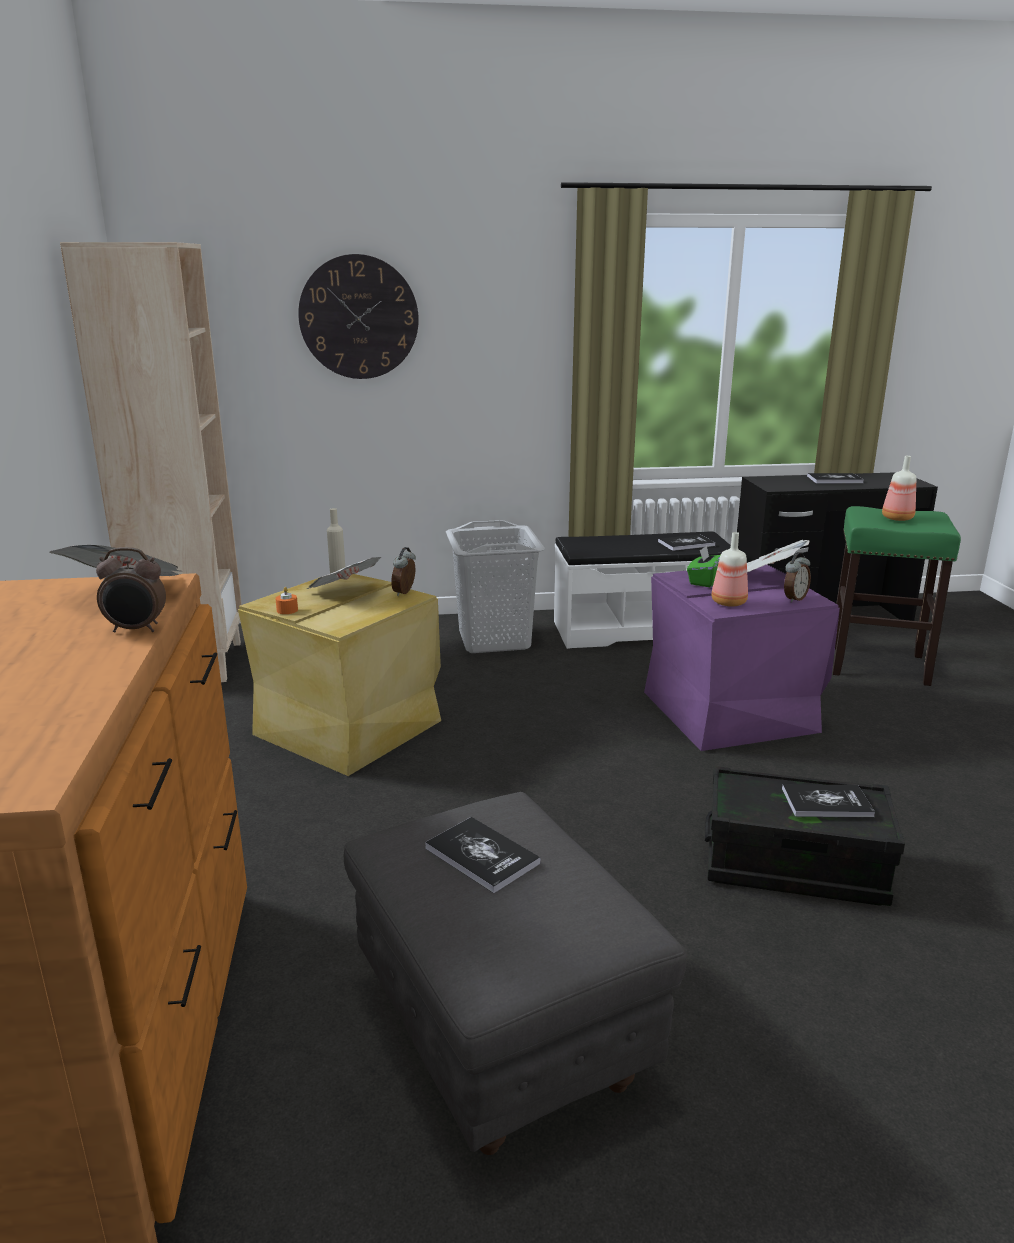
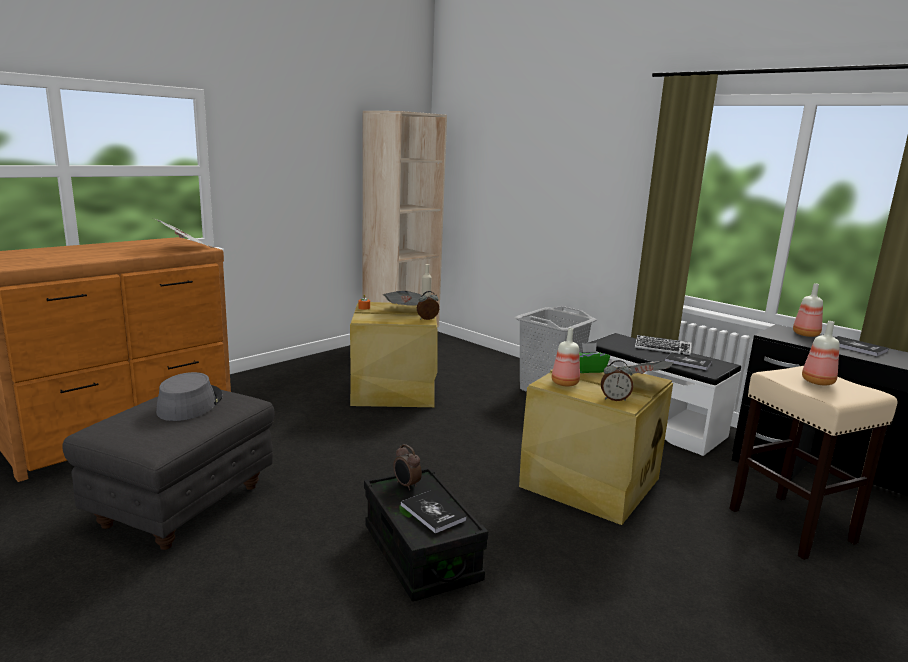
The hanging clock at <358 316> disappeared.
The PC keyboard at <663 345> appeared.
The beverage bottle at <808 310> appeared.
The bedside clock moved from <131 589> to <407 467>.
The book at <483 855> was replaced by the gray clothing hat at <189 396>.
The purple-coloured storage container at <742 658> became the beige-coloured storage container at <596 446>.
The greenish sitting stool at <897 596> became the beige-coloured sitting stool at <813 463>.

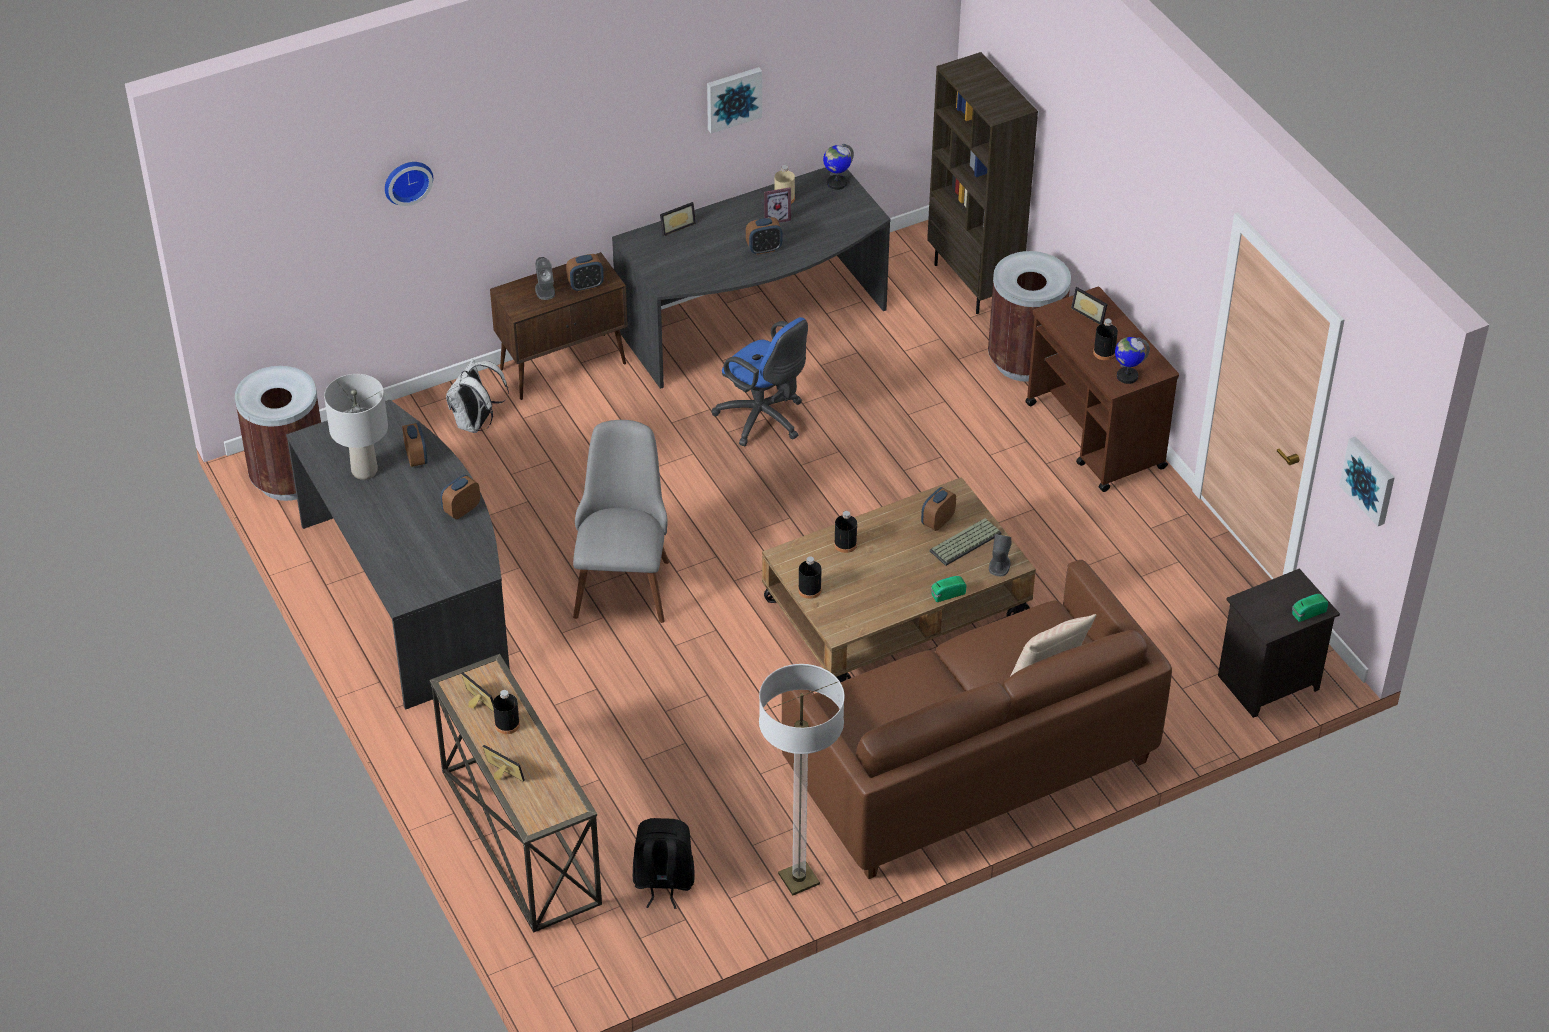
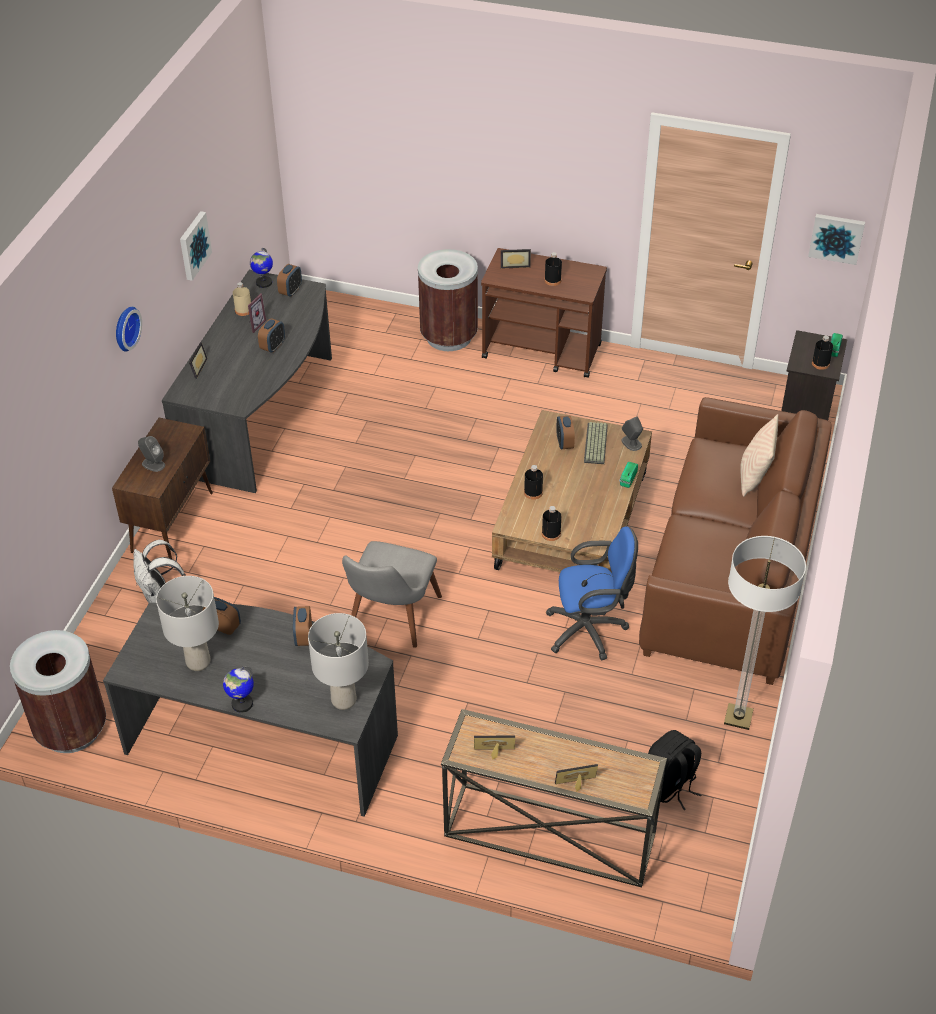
The brown-coloured shelving unit at <982 183> disappeared.
The gray tabletop lamp at <338 661> appeared.
The hanging clock moved from <409 184> to <129 329>.
The black beverage bottle moved from <506 712> to <822 352>.
The bedside clock moved from <585 273> to <289 280>.
The bluish office chair moved from <759 381> to <592 593>.
The world globe moved from <1132 360> to <238 689>.
The gray plain chair at <621 521> turned 120 degrees counterclockwise.

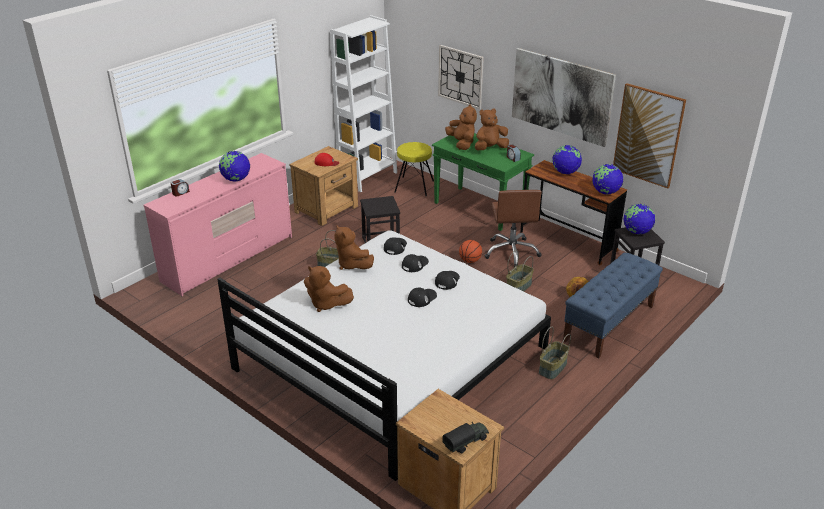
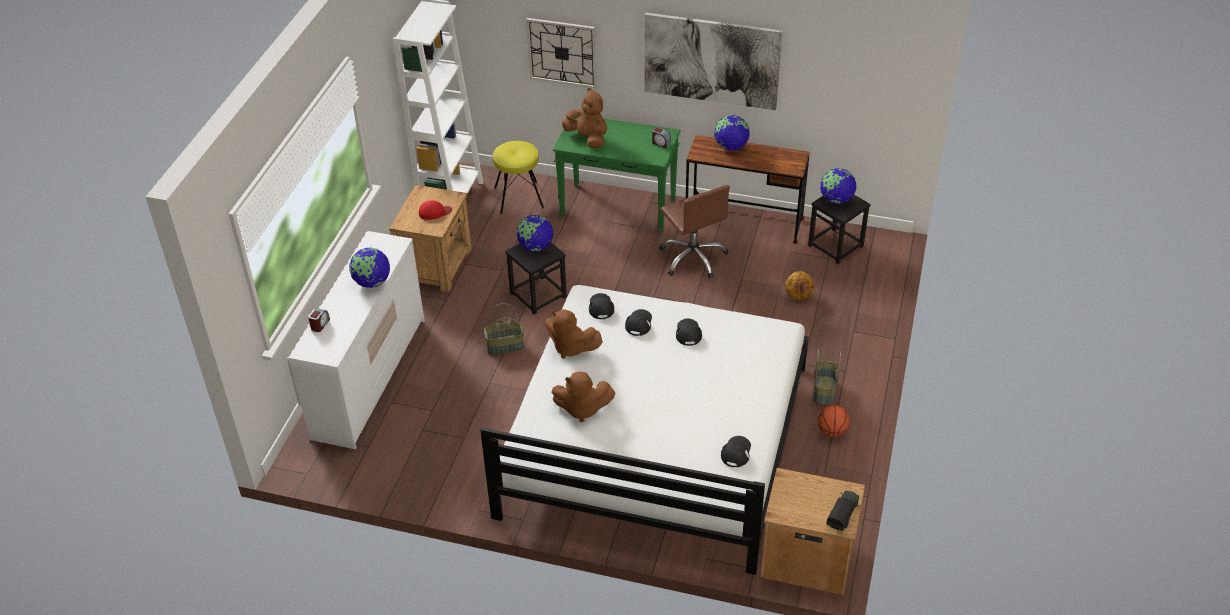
The brown-coloured cuddly toy at <492 129> disappeared.
The storage basket at <520 270> disappeared.
The bluish long seat at <613 305> disappeared.
The picture at <649 135> disappeared.
The black peaked cap moved from <422 297> to <736 451>.
The basketball moved from <470 251> to <834 421>.
The world globe moved from <607 179> to <535 233>.
The pinkish dresser at <218 224> became the white dresser at <357 340>.

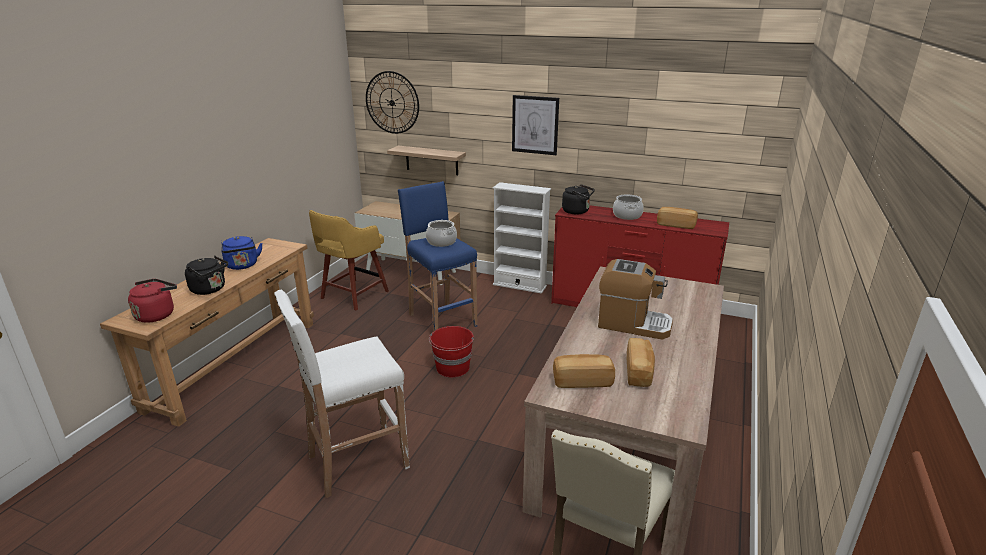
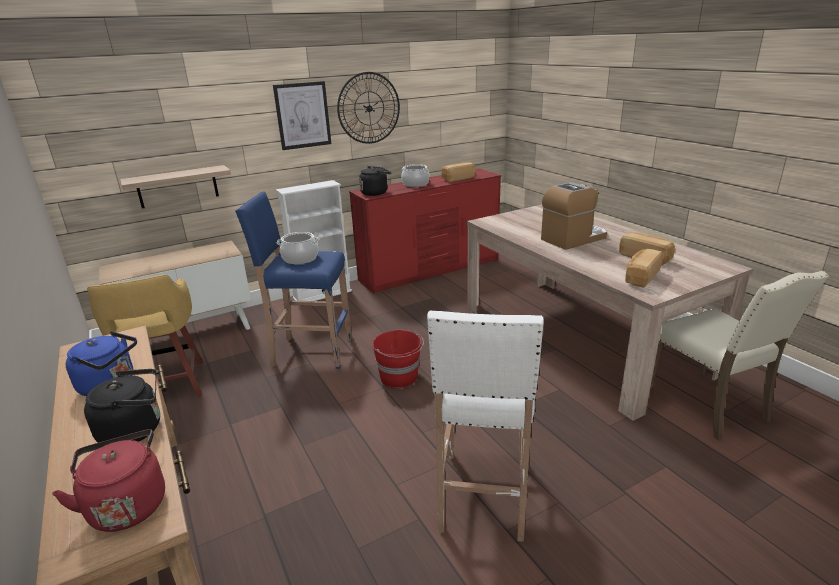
The hanging clock moved from <392 102> to <368 108>.

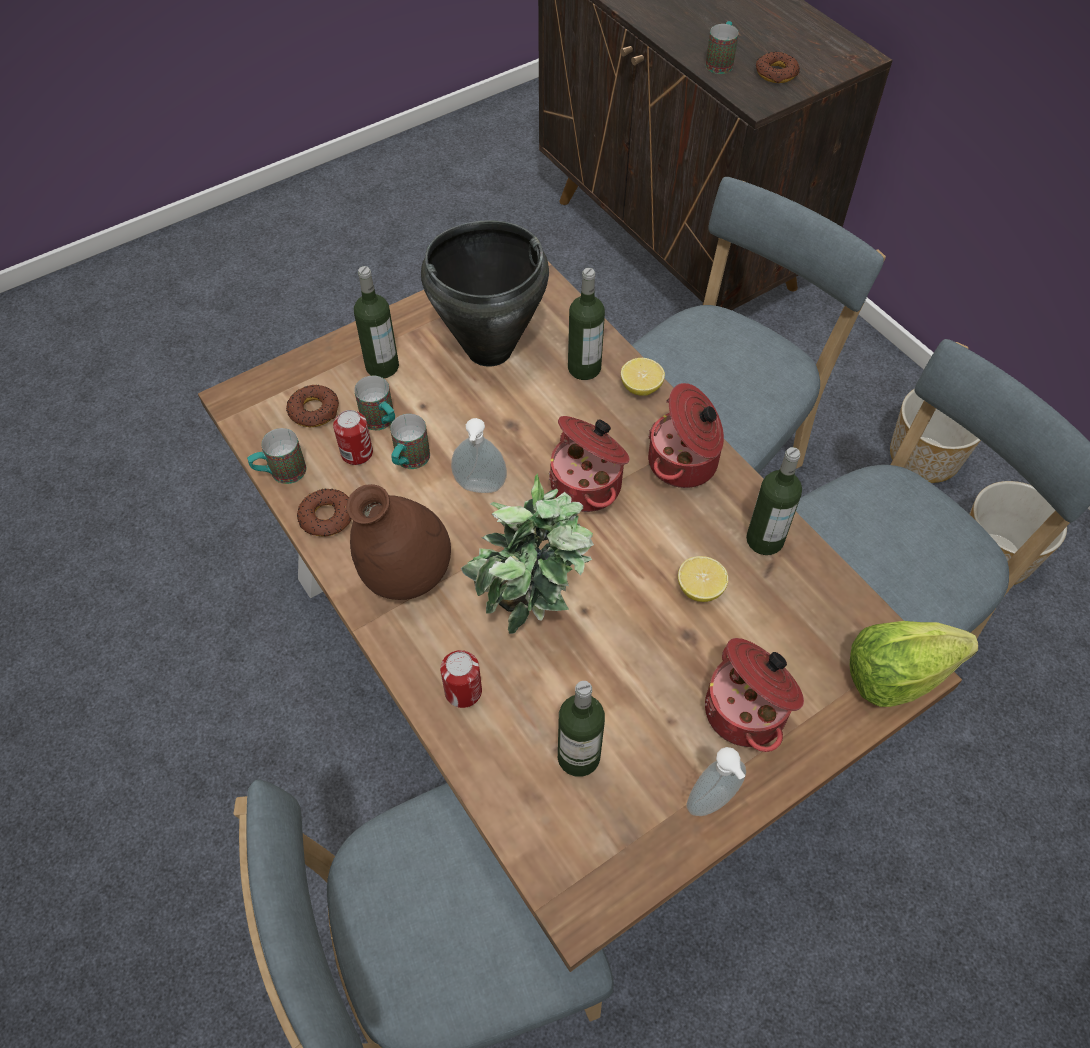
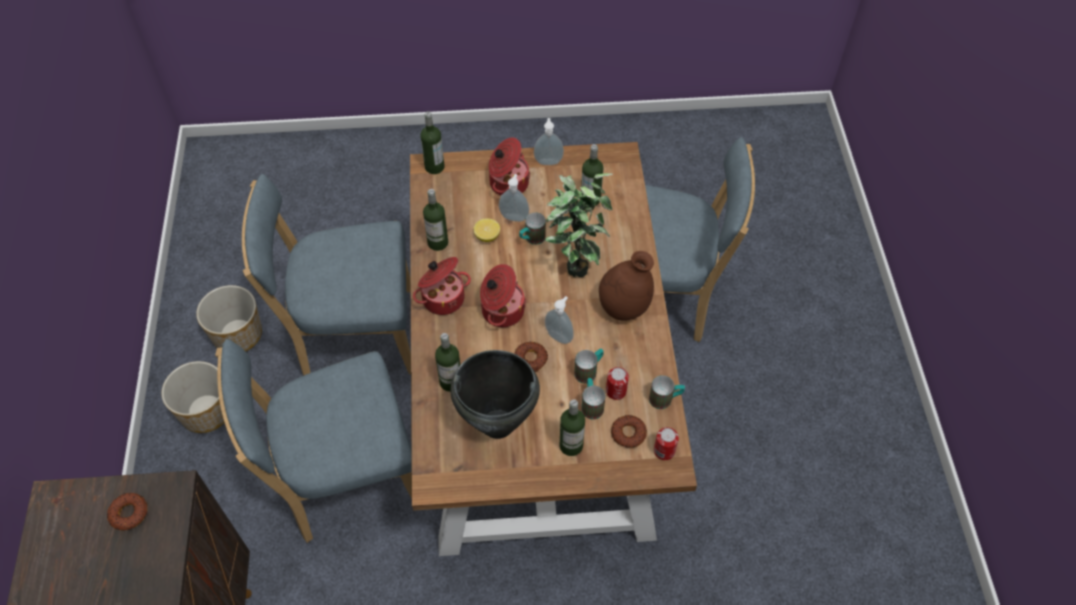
The whole lemon at <643 377> disappeared.
The liquid soap bottle at <514 198> appeared.
The ring doughnut moved from <324 512> to <531 357>.
The can moved from <461 679> to <666 443>.
The tea mug moved from <722 47> to <532 229>.
The lettuce at <914 664> was replaced by the beverage bottle at <432 142>.

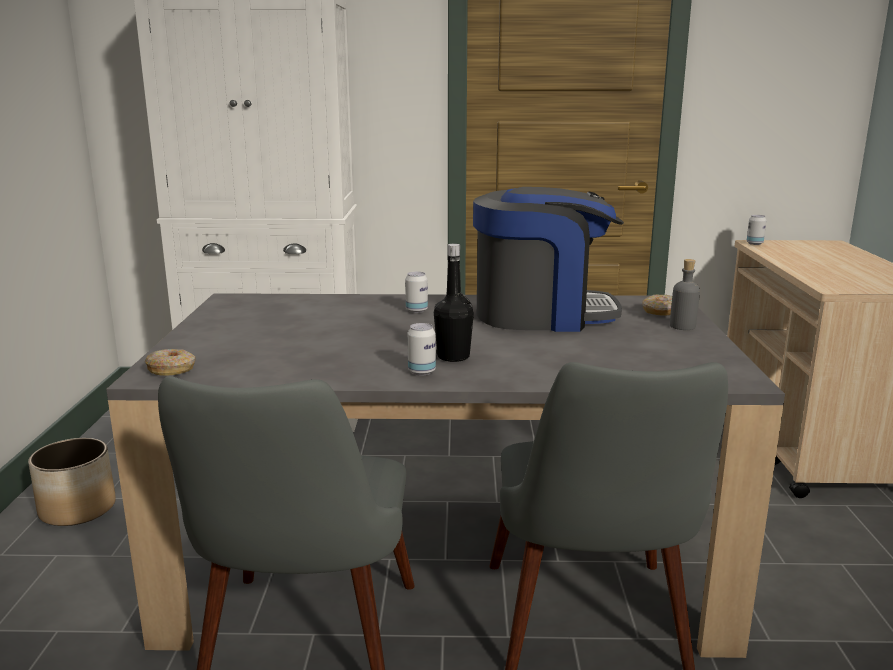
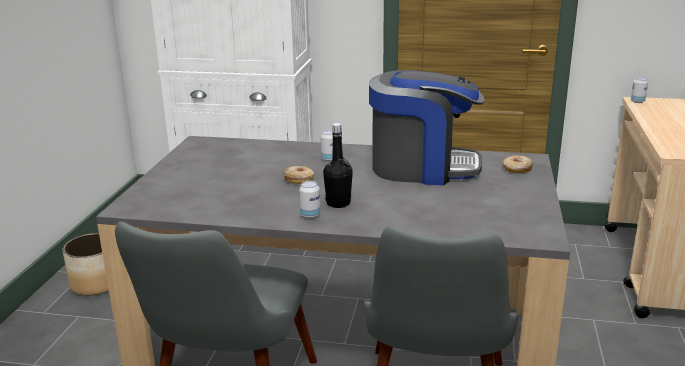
The gray beverage bottle at <685 294> disappeared.
The ring doughnut moved from <170 362> to <298 175>.

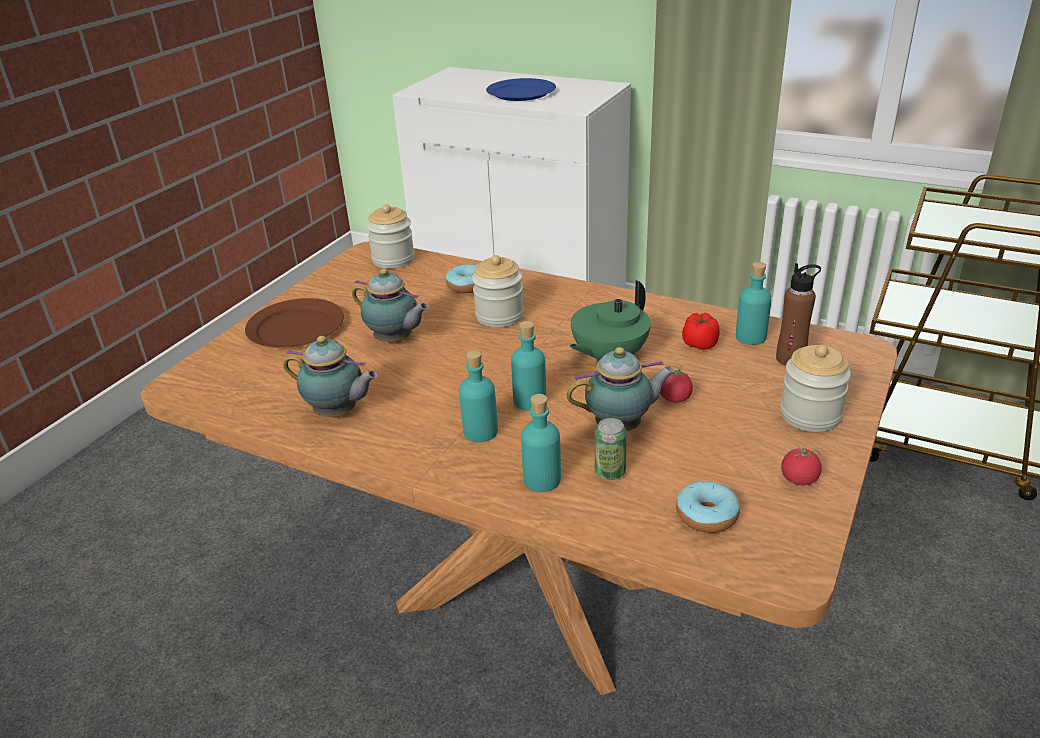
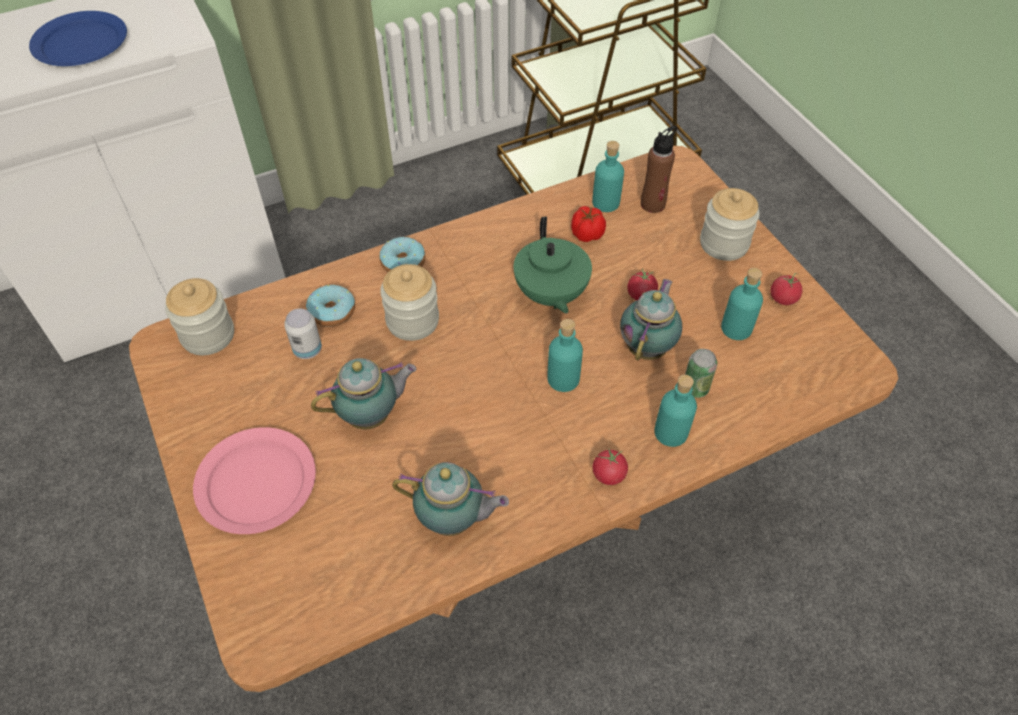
The can at <303 333> appeared.
The tomato at <610 466> appeared.
The turquoise beverage bottle moved from <478 396> to <742 304>.
The ring doughnut moved from <708 506> to <402 254>.
The brown-coloured dinner plate at <294 323> became the pinkish dinner plate at <254 480>.
The pot for tea at <330 376> turned 45 degrees clockwise.

